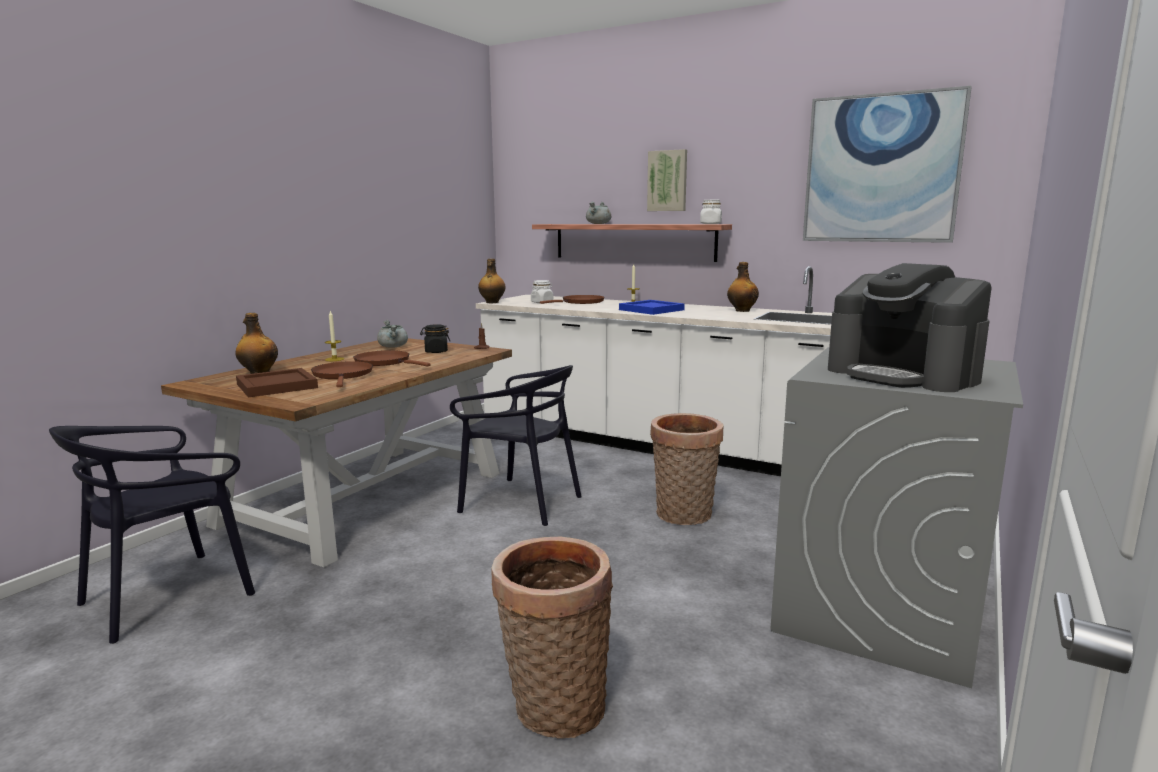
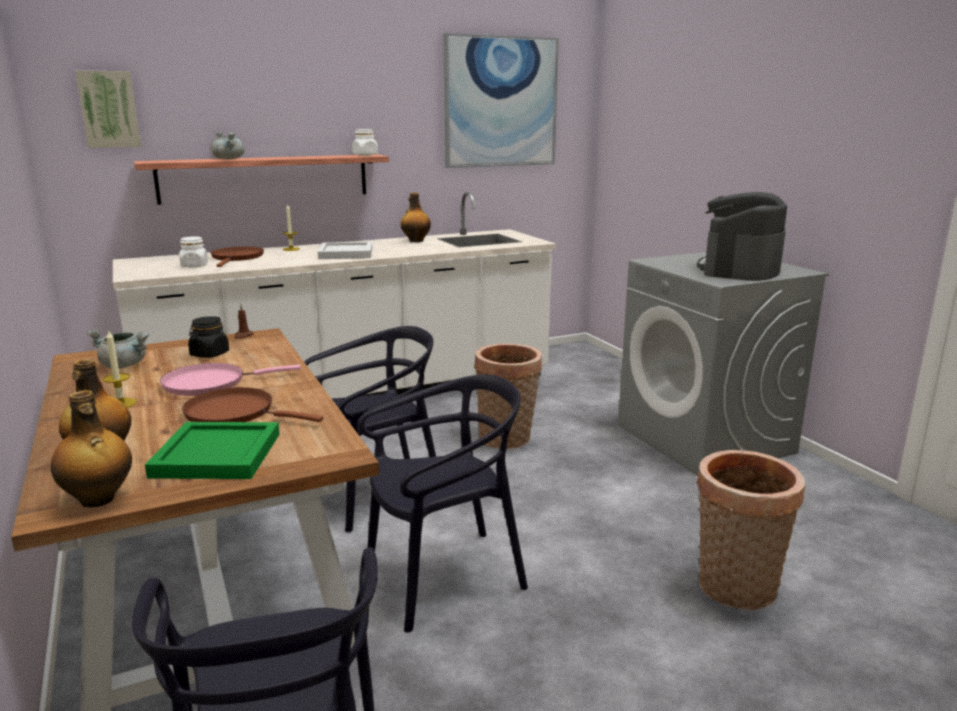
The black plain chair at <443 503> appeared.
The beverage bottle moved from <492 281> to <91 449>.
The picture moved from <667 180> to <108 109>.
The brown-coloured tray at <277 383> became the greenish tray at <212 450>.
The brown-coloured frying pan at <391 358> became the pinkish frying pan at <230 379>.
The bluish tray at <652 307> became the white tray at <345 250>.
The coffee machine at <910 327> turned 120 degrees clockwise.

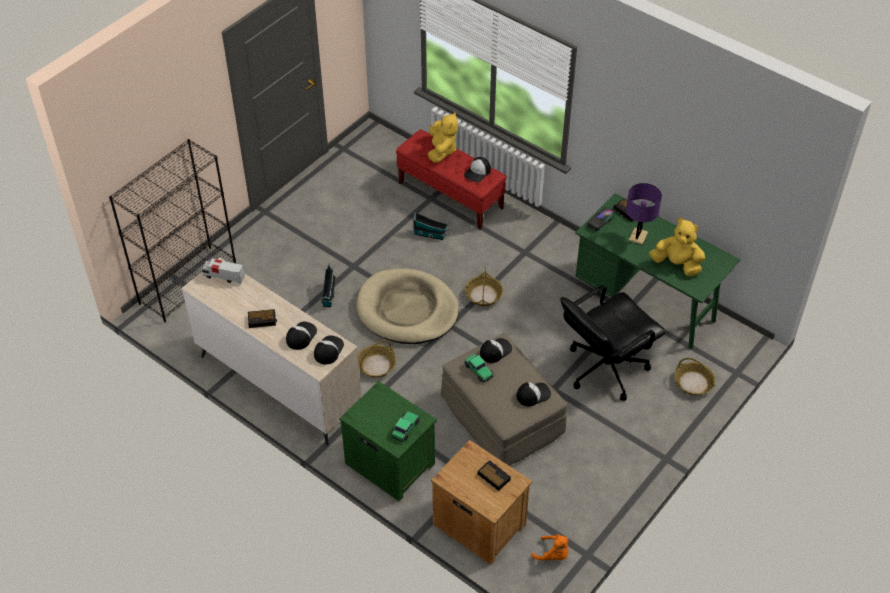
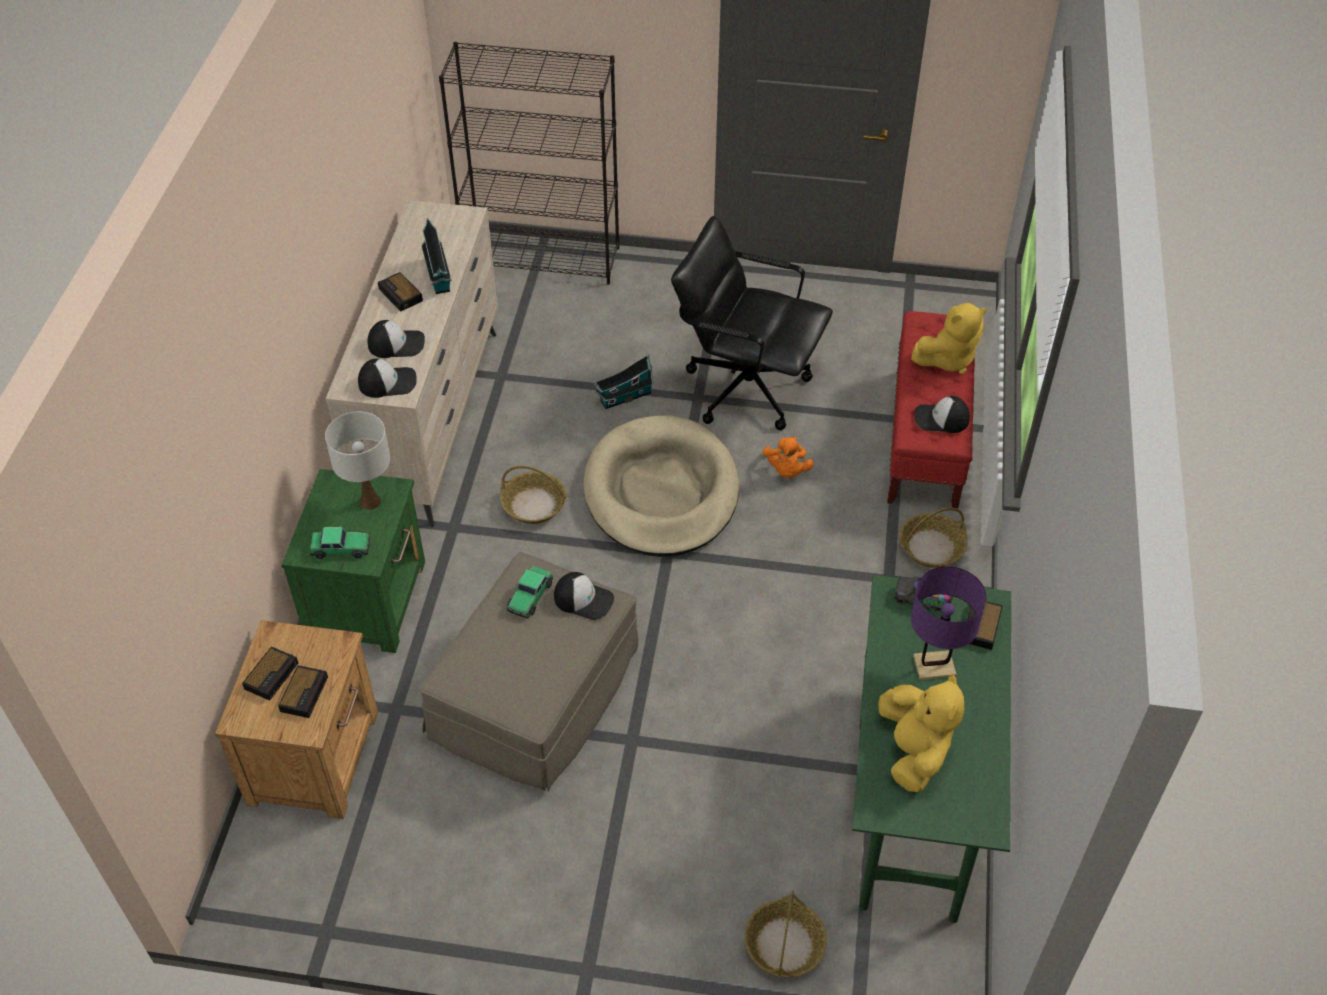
The model truck at <223 271> disappeared.
The peaked cap at <534 394> disappeared.
The bedside clock at <270 673> appeared.
The white tabletop lamp at <357 461> appeared.
The model house moved from <431 226> to <436 255>.
The storage basket moved from <484 286> to <933 538>.
The orange-coloured cuddly toy moved from <549 547> to <788 457>.
The black office chair moved from <613 343> to <752 323>.

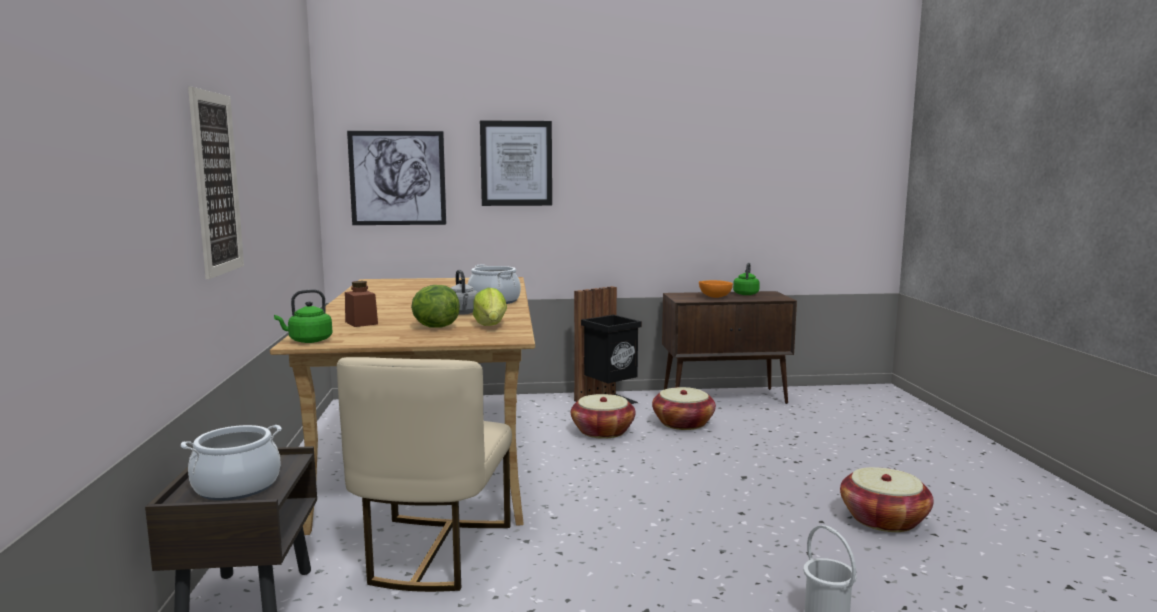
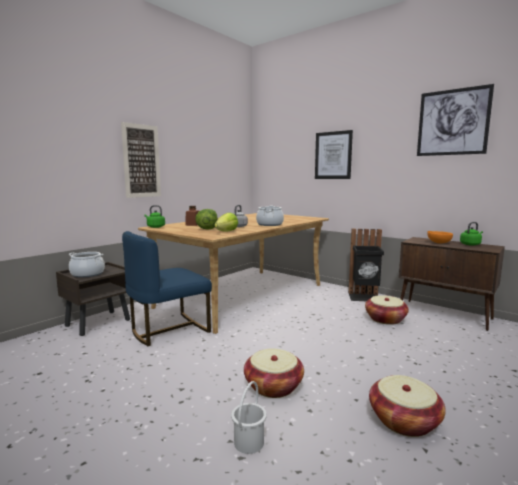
The picture moved from <396 178> to <455 120>.
The storage basket moved from <603 416> to <274 373>.
The beige-coloured plain chair at <424 474> became the bluish plain chair at <167 288>.

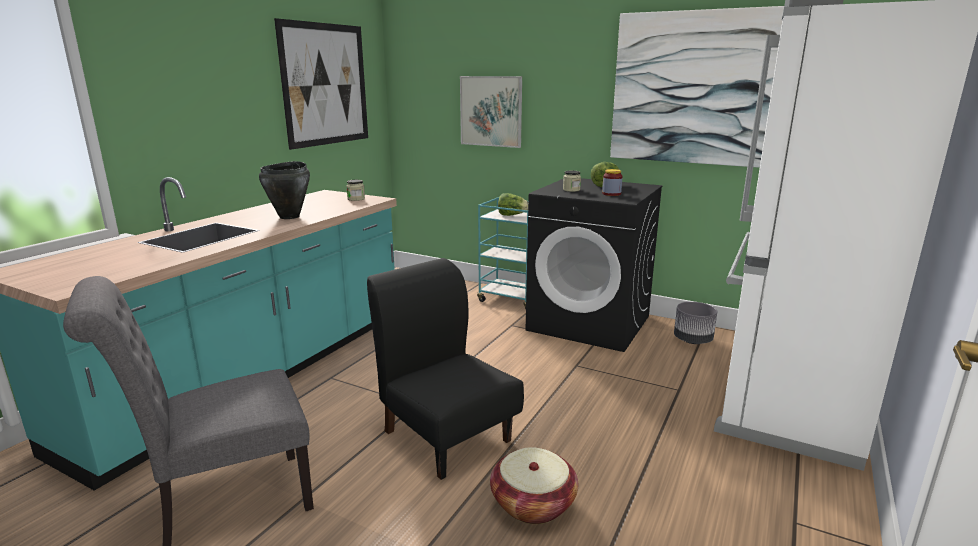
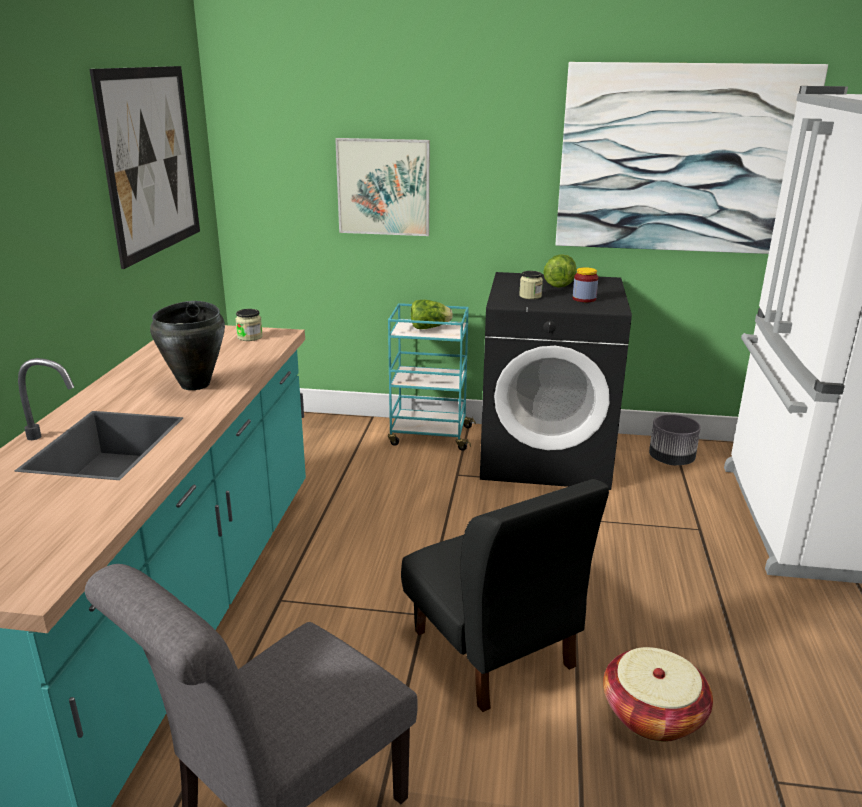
The black plain chair at <445 369> turned 150 degrees counterclockwise.

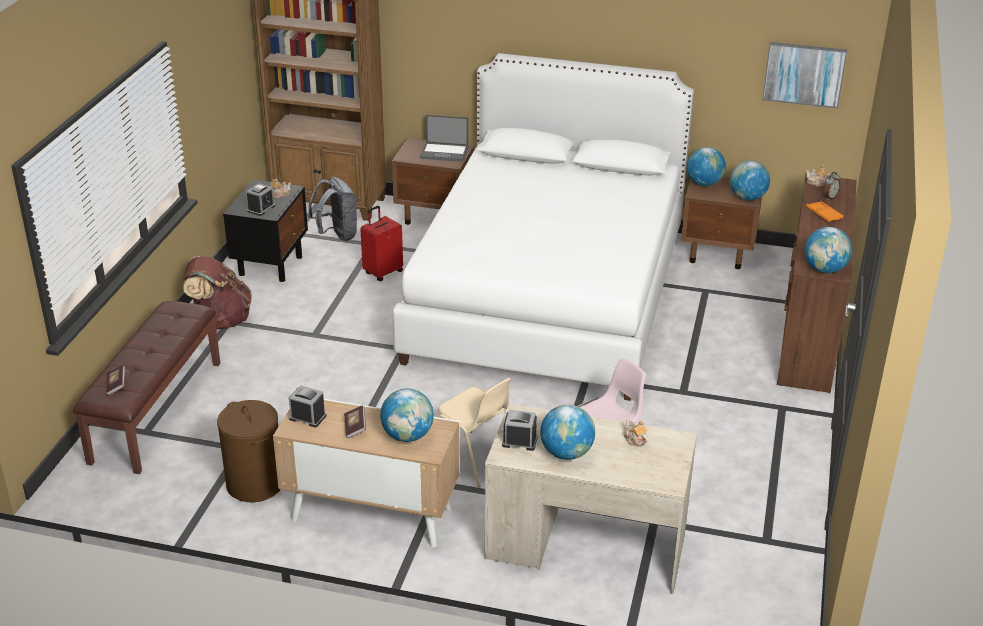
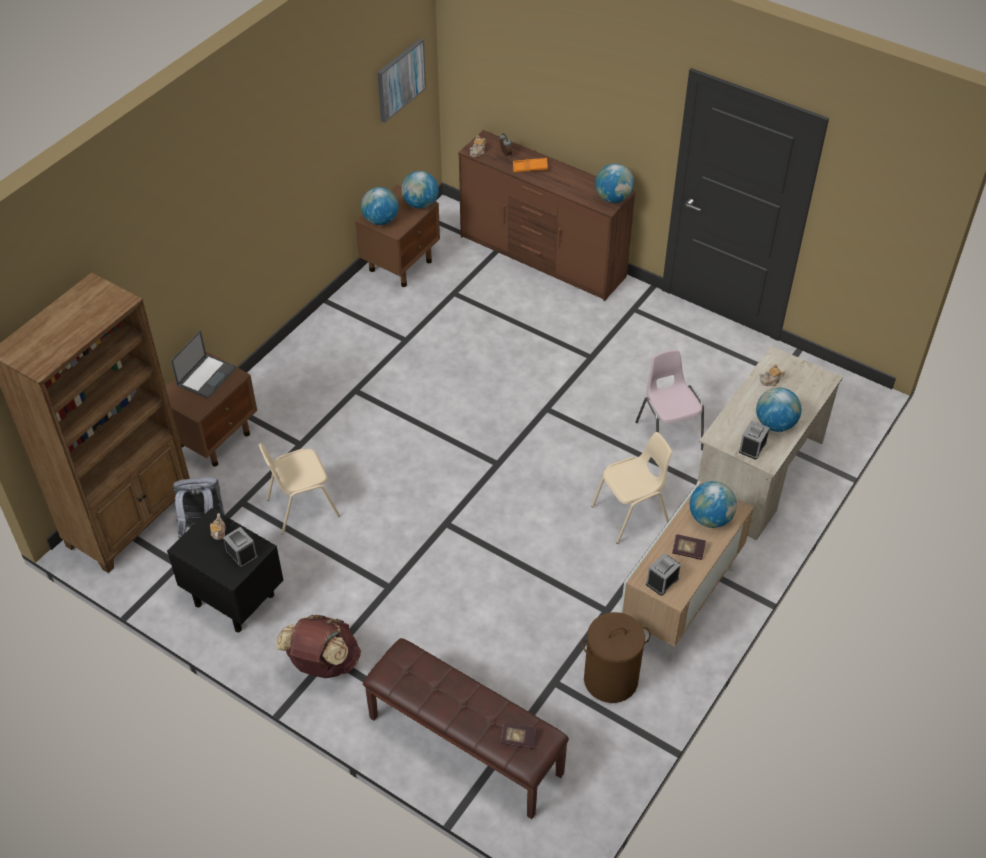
The white bed at <543 227> disappeared.
The red suitcase at <381 243> was replaced by the beige-coloured plain chair at <299 489>.

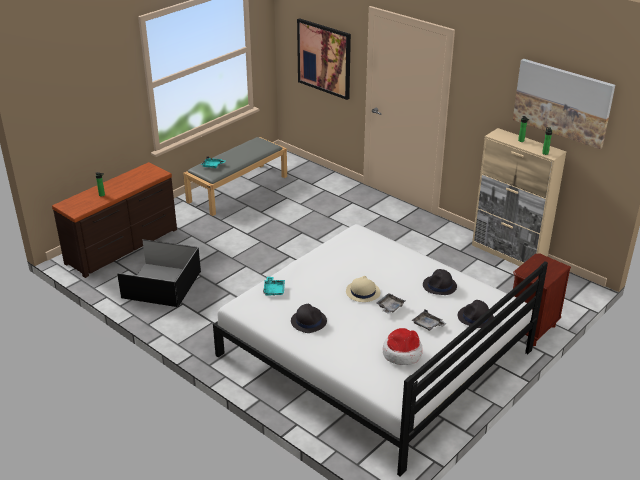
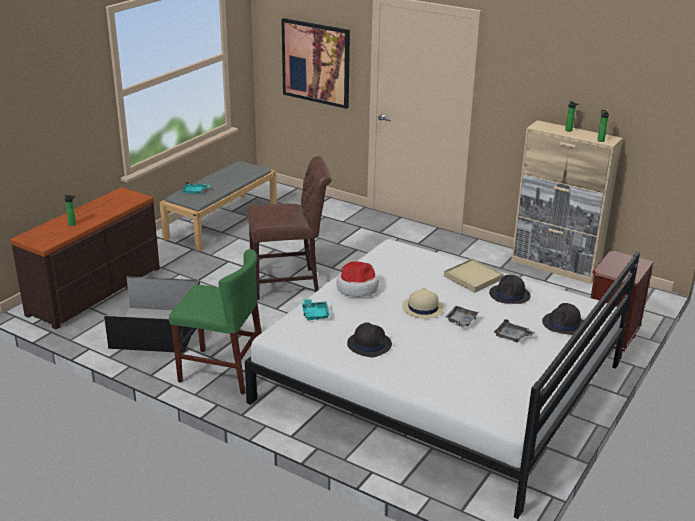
The picture at <564 104> disappeared.
The greenish plain chair at <215 321> appeared.
The brown-coloured plain chair at <289 228> appeared.
The beige-coloured tray at <473 275> appeared.
The clothing hat moved from <402 346> to <357 279>.

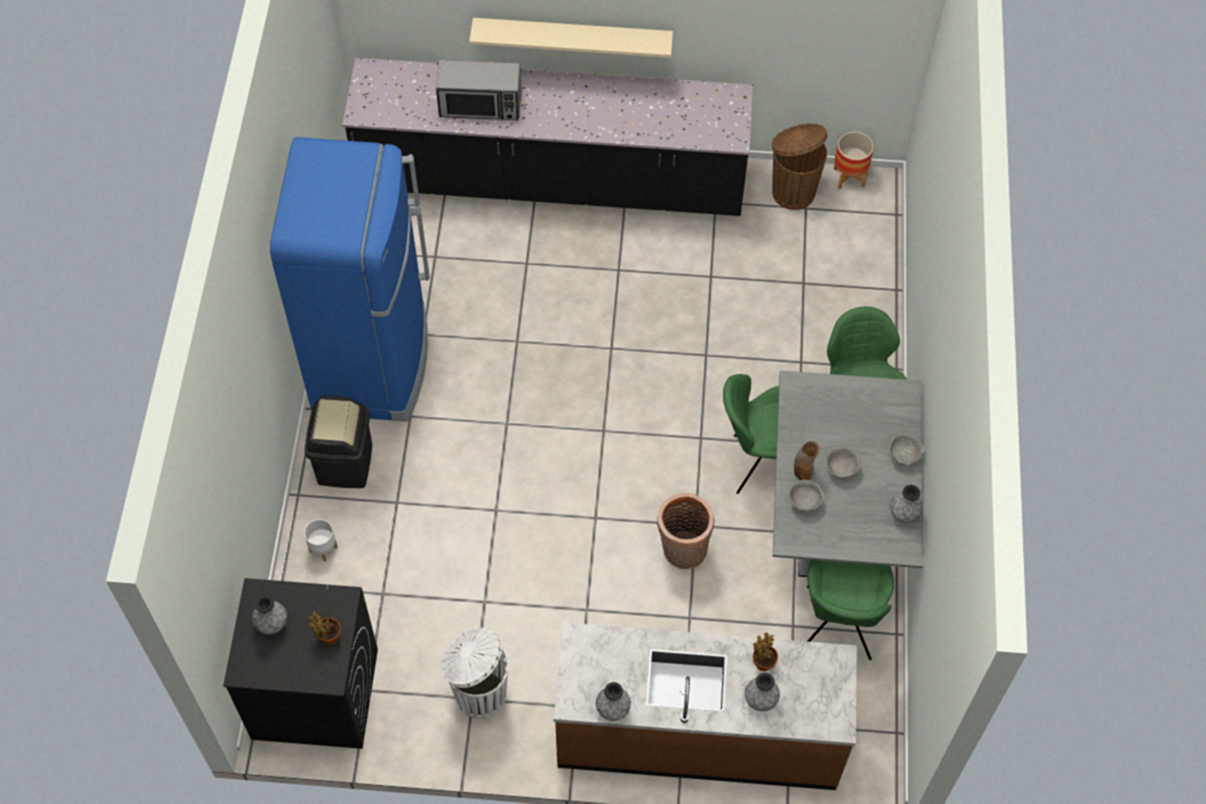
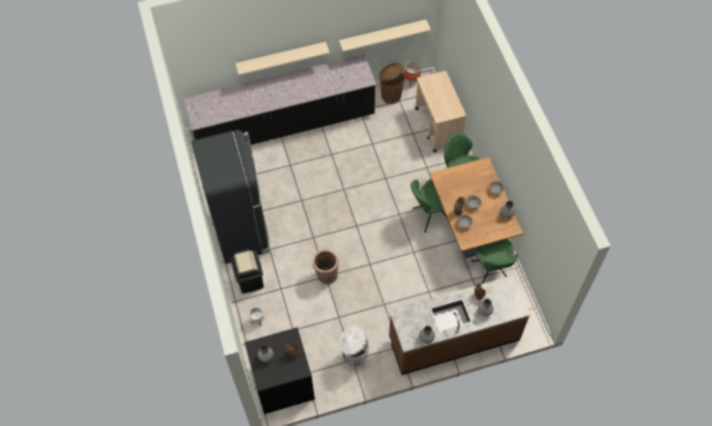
The kitchen microwave at <479 90> disappeared.
The beige-coloured bracket shelf at <385 35> appeared.
The beige-coloured wheeled cart at <440 111> appeared.
The storage basket moved from <686 531> to <325 266>.
The bluish kitchen fridge at <350 279> became the black kitchen fridge at <231 197>.
The gray dining table at <848 473> became the brown-coloured dining table at <476 207>.

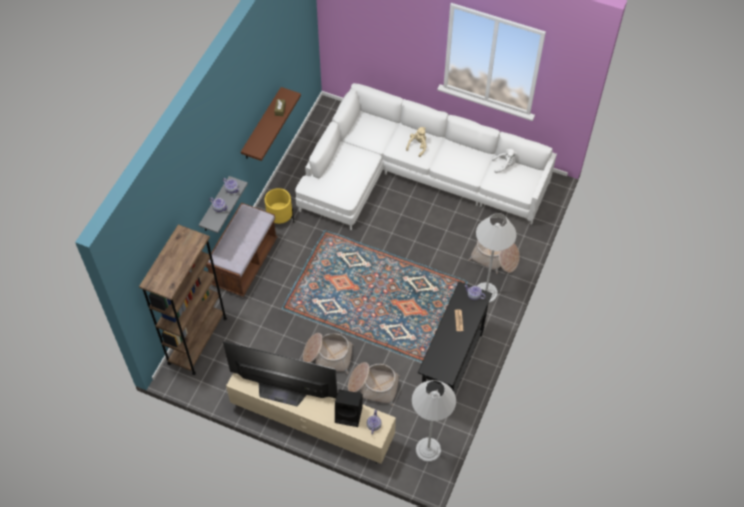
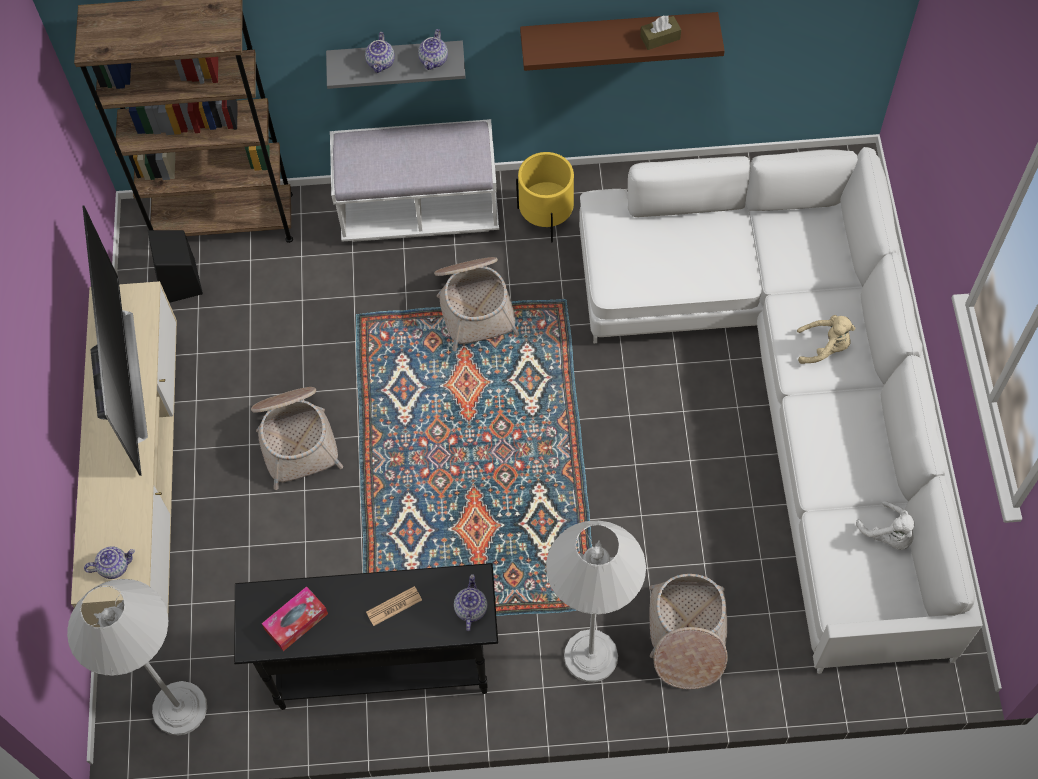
The tissue holder at <295 618> appeared.
The black speaker moved from <349 408> to <175 266>.
The storage basket moved from <374 384> to <476 304>.
The brown-coloured long seat at <242 250> became the white long seat at <414 180>.

